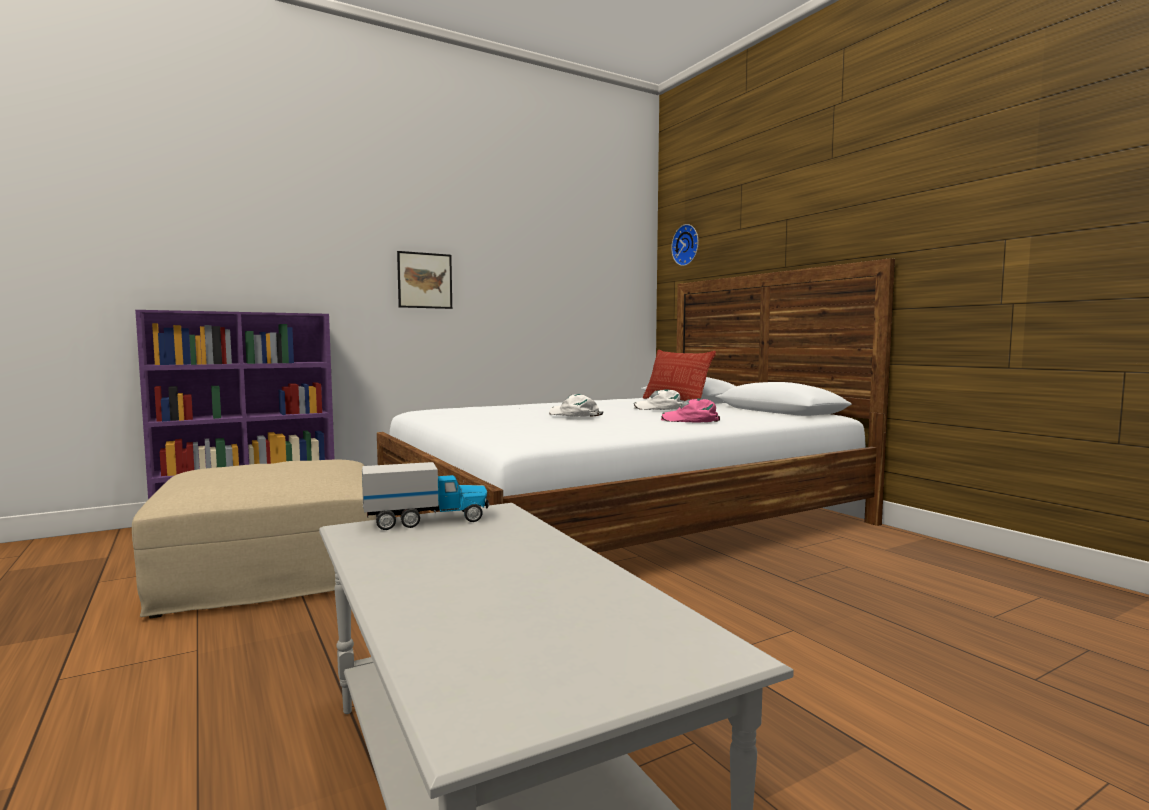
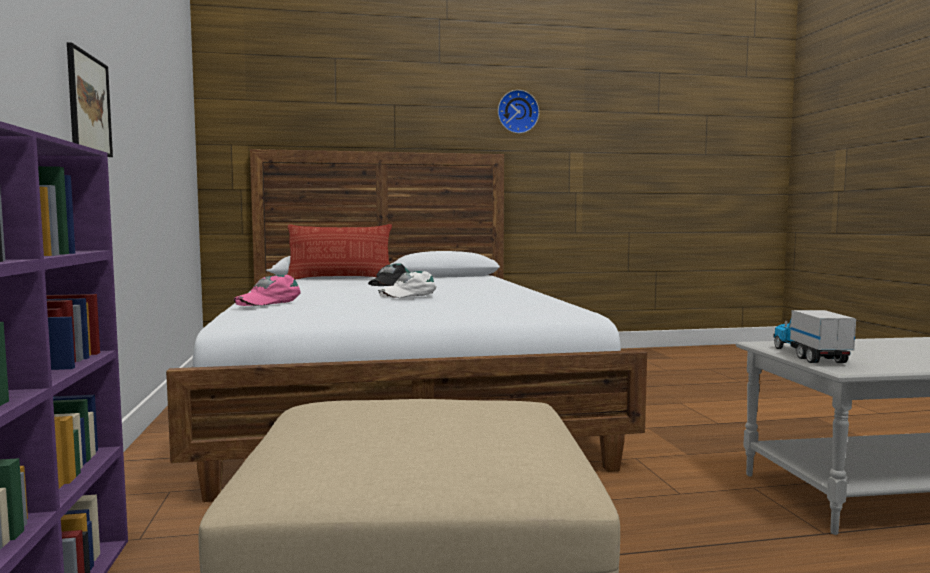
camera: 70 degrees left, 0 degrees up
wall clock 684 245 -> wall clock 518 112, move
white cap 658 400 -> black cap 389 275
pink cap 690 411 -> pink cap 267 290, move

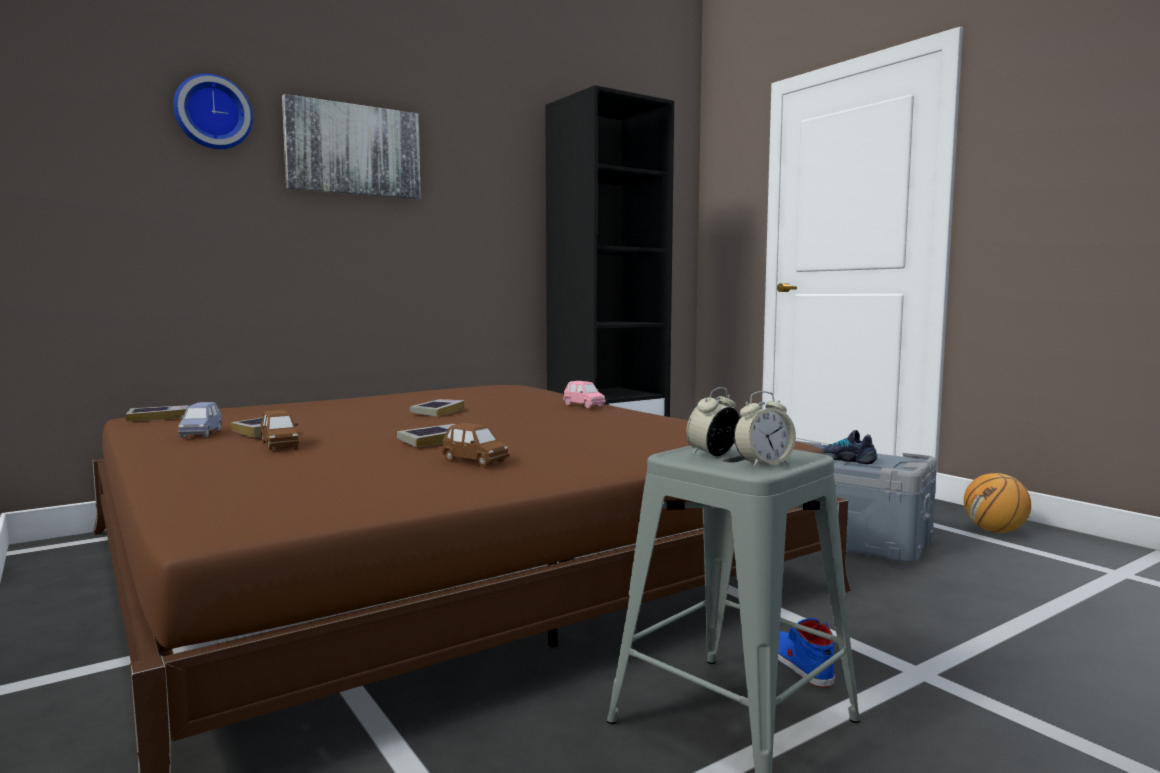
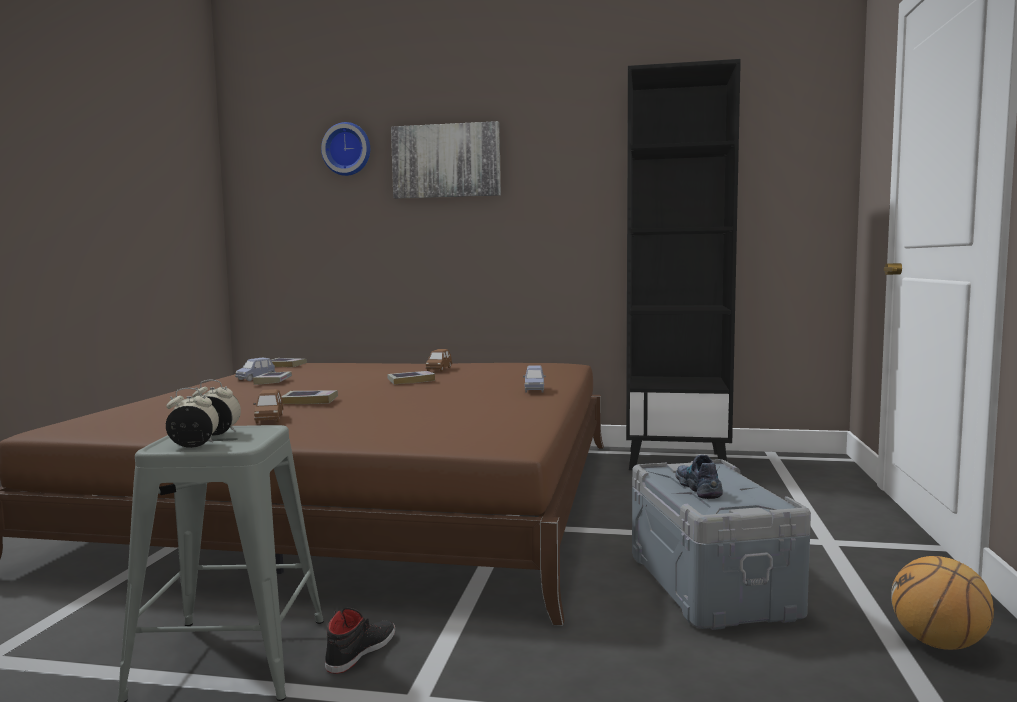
camera: 45 degrees right, 0 degrees up
pink toy car 584 394 -> blue toy car 534 379
alarm clock 765 429 -> alarm clock 192 418, 150 degrees clockwise
brown toy car 280 430 -> brown toy car 439 360, move
blue shoe 806 653 -> black shoe 360 640

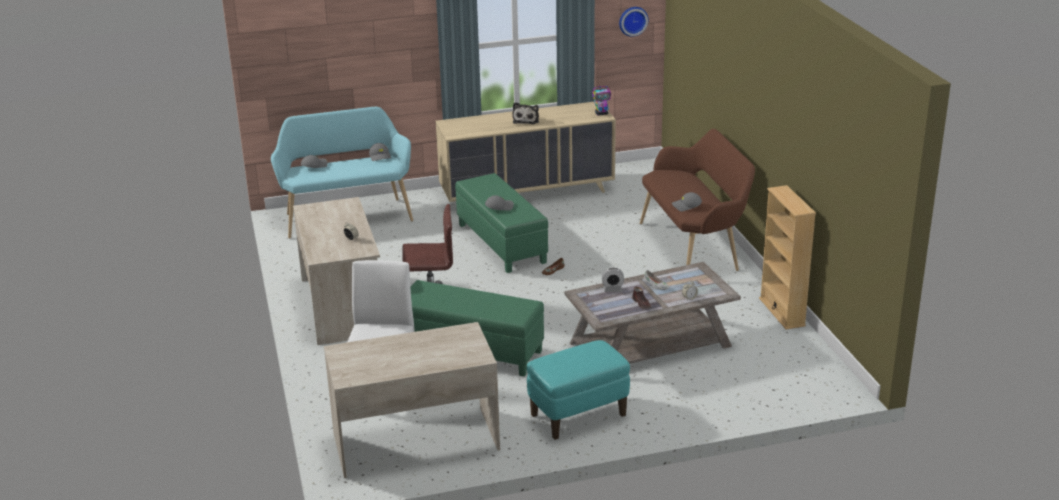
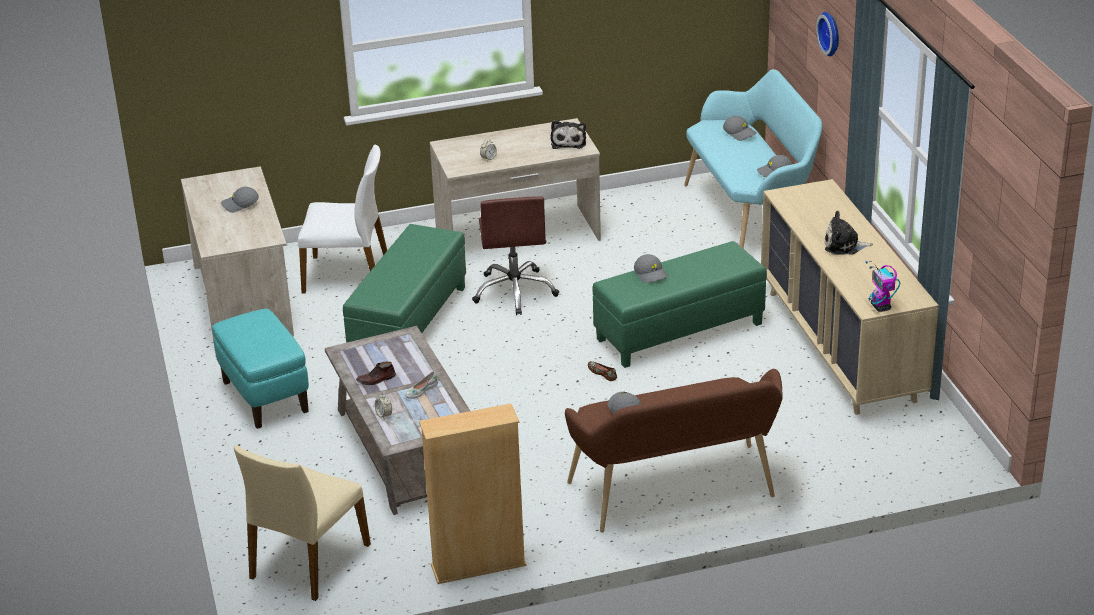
camera: 90 degrees right, 5 degrees up
wall clock 633 22 -> wall clock 827 34, move
alarm clock 613 279 -> none
none -> plush toy 568 134
none -> grey cap 240 200
none -> beige chair 302 523

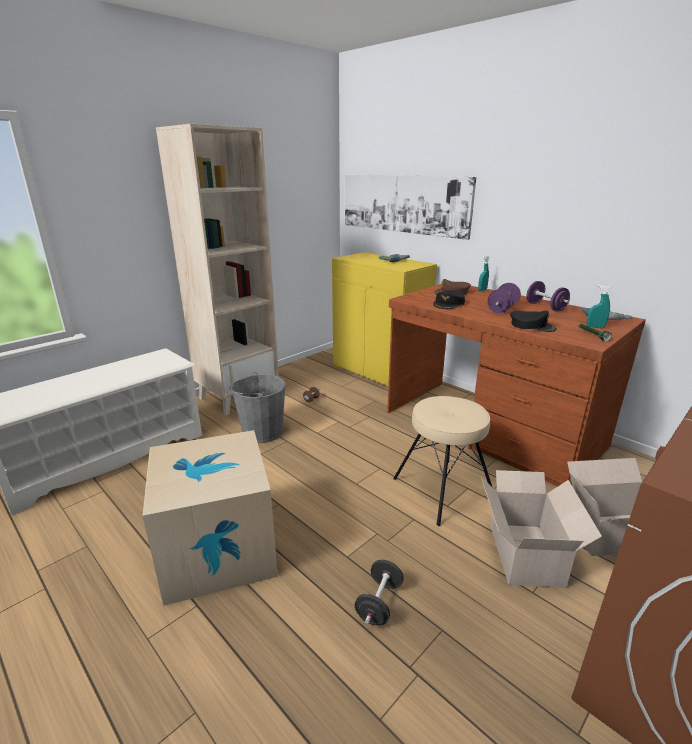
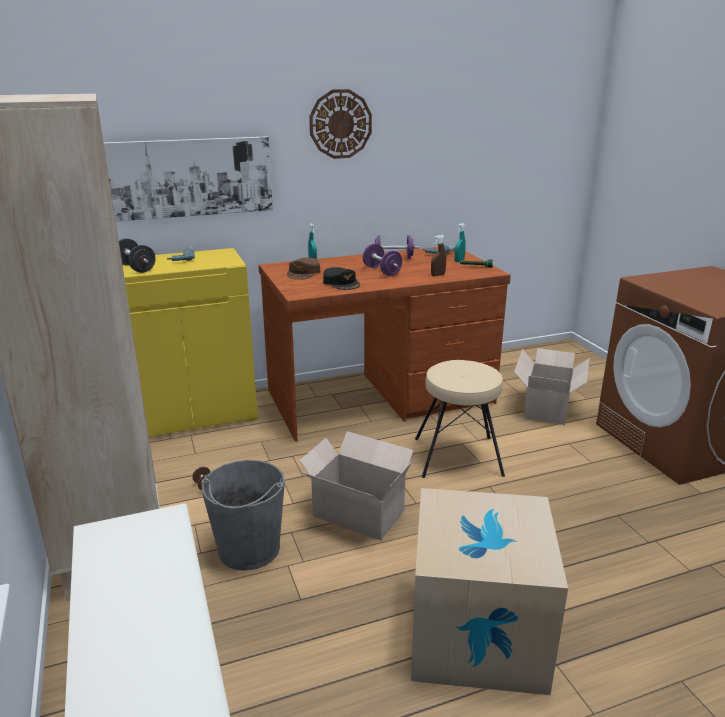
camera: 65 degrees left, 0 degrees up
black cap 533 321 -> brown spray bottle 438 255
cardboard box 541 529 -> cardboard box 356 485, move
black dumbbell 379 592 -> black dumbbell 137 255, move
none -> wall clock 340 124

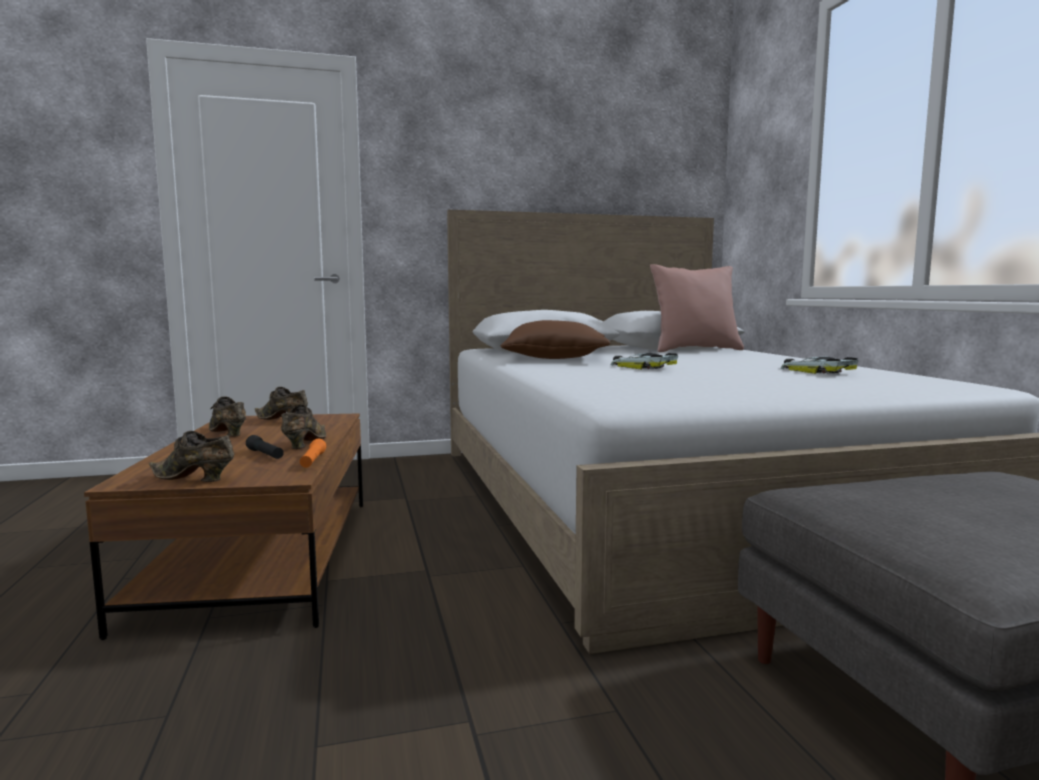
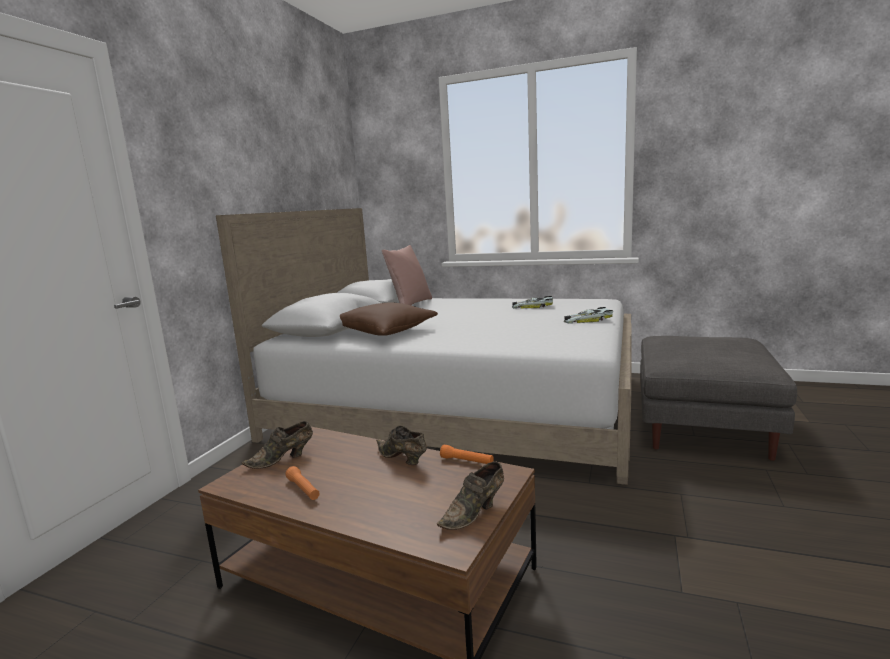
camera: 55 degrees left, 5 degrees up
toy car 644 361 -> toy car 588 315, move
brown shoe 227 416 -> orange flashlight 302 483
black flashlight 265 447 -> none

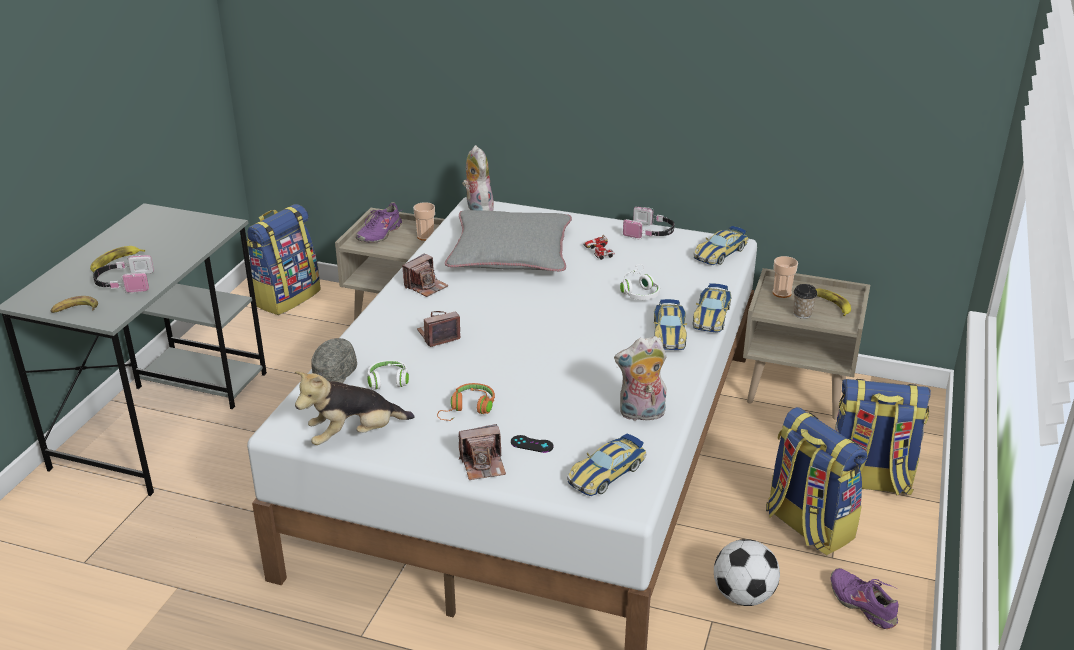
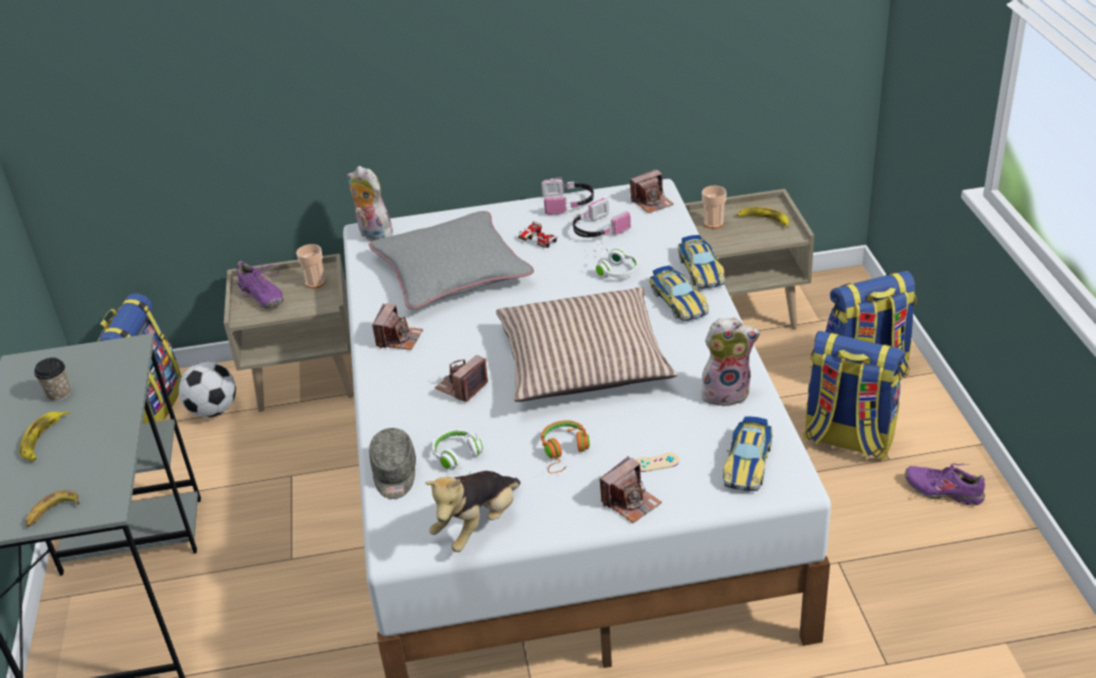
camera: 25 degrees left, 5 degrees up
purple shoe 378 222 -> purple shoe 257 284, 45 degrees counterclockwise
toy car 721 245 -> photo camera 652 191
headphones 123 274 -> headphones 602 217, move
cup 805 301 -> cup 52 380, move
plush toy 640 378 -> plush toy 730 361, 150 degrees counterclockwise
black game controller 532 444 -> beige game controller 658 462
football 747 572 -> football 207 389, move
none -> pillow 586 344

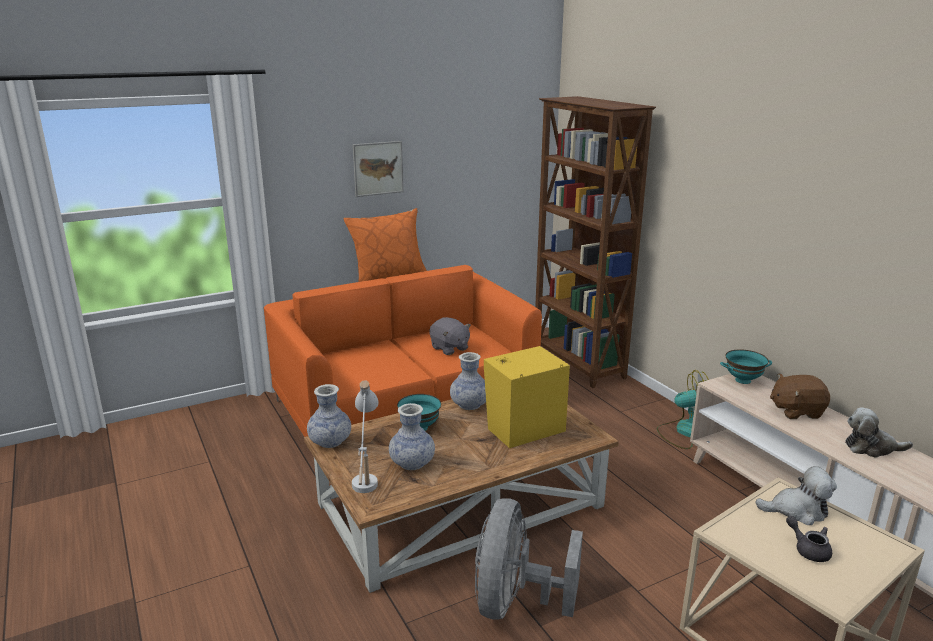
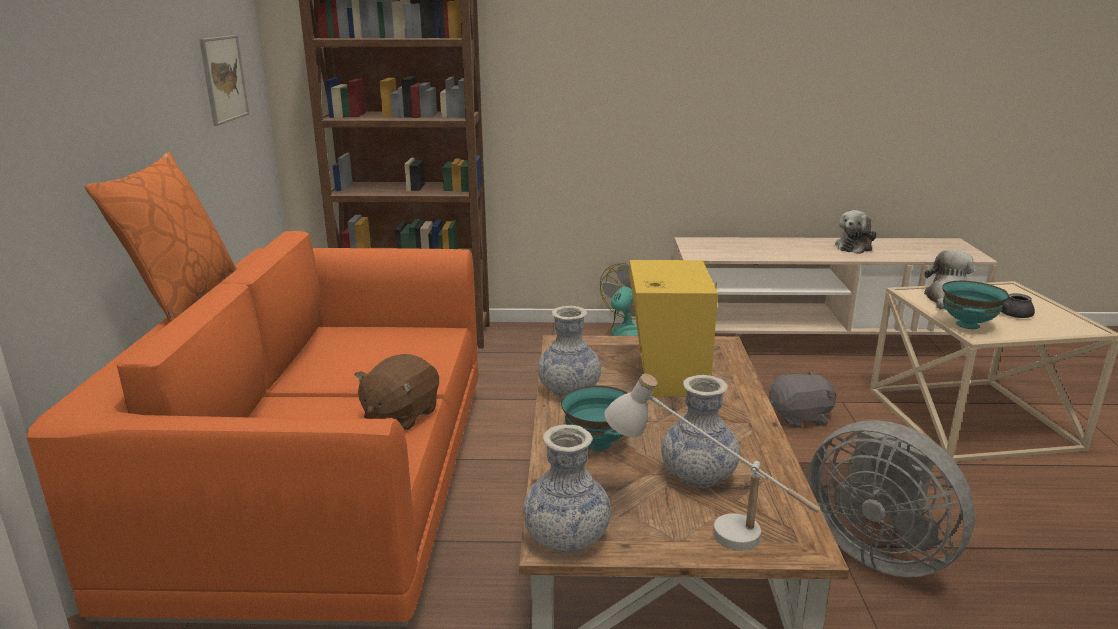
camera: 60 degrees left, 0 degrees up
picture 378 169 -> picture 224 80, move
grey plush toy 450 336 -> grey plush toy 803 399, move
turquoise bowl 746 366 -> turquoise bowl 975 305, move
brown plush toy 800 396 -> brown plush toy 397 392, move

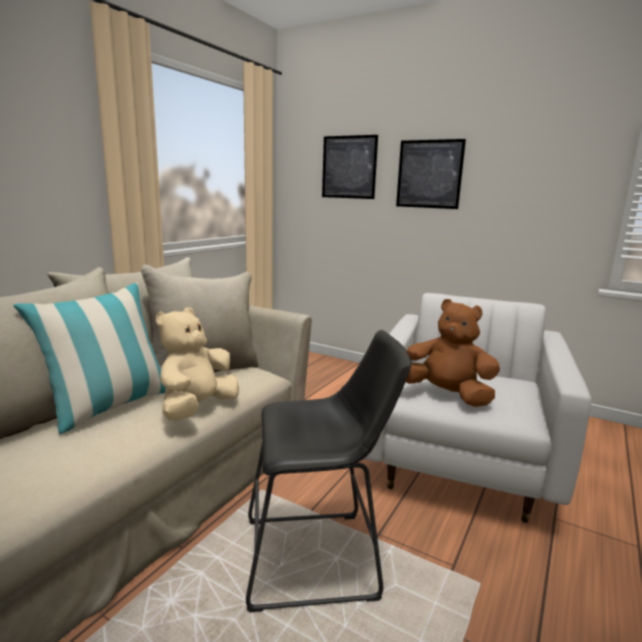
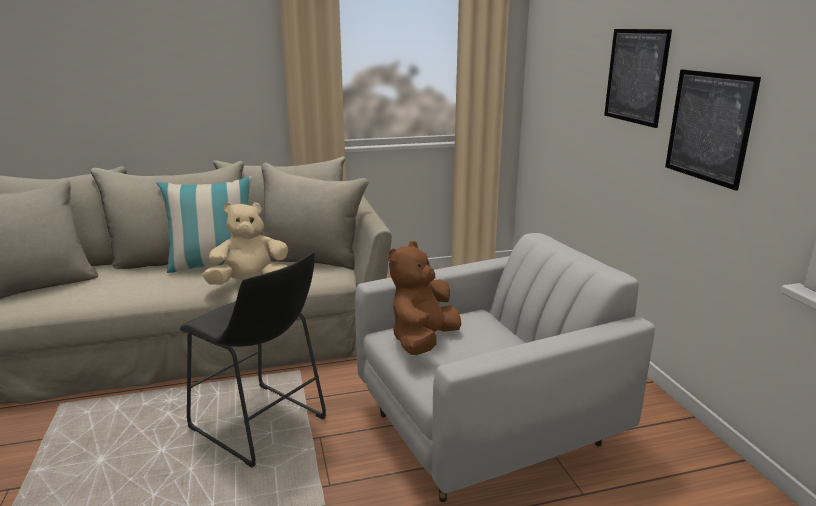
camera: 45 degrees right, 5 degrees up
picture 350 167 -> picture 713 130, move
brown plush toy 453 353 -> brown plush toy 425 298, 135 degrees counterclockwise

